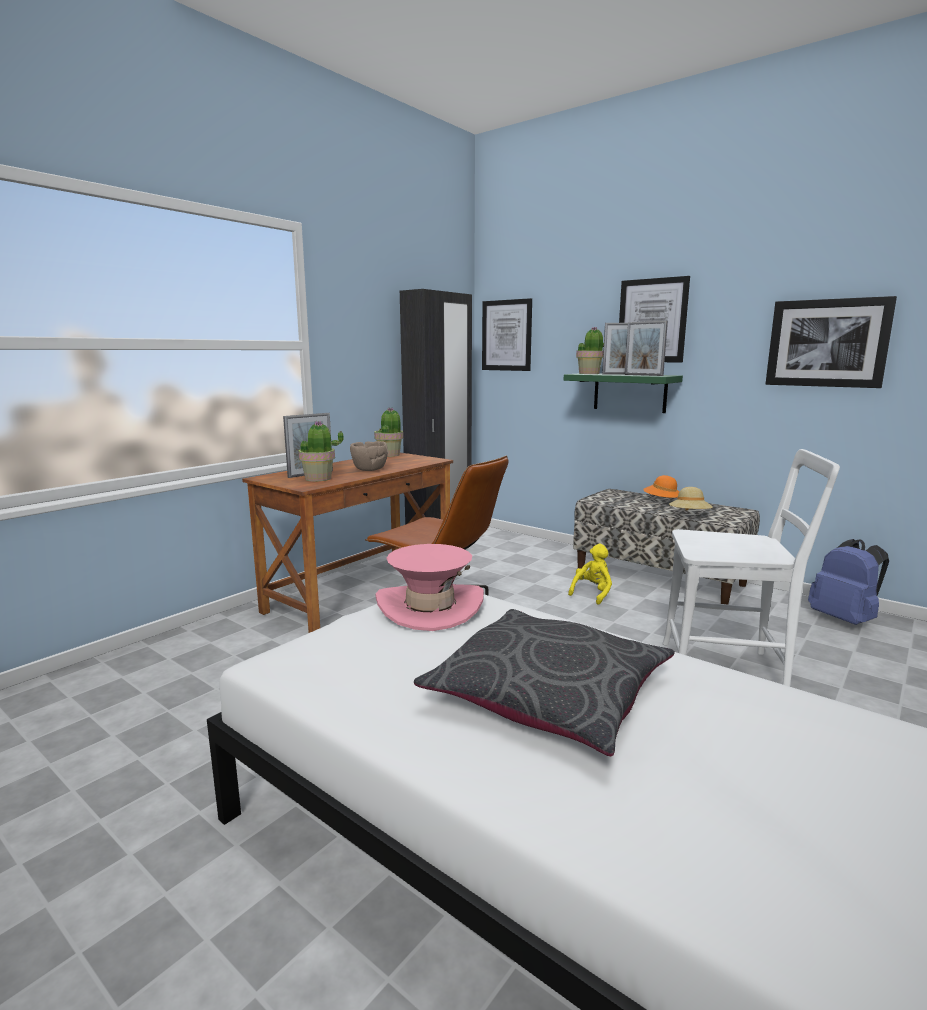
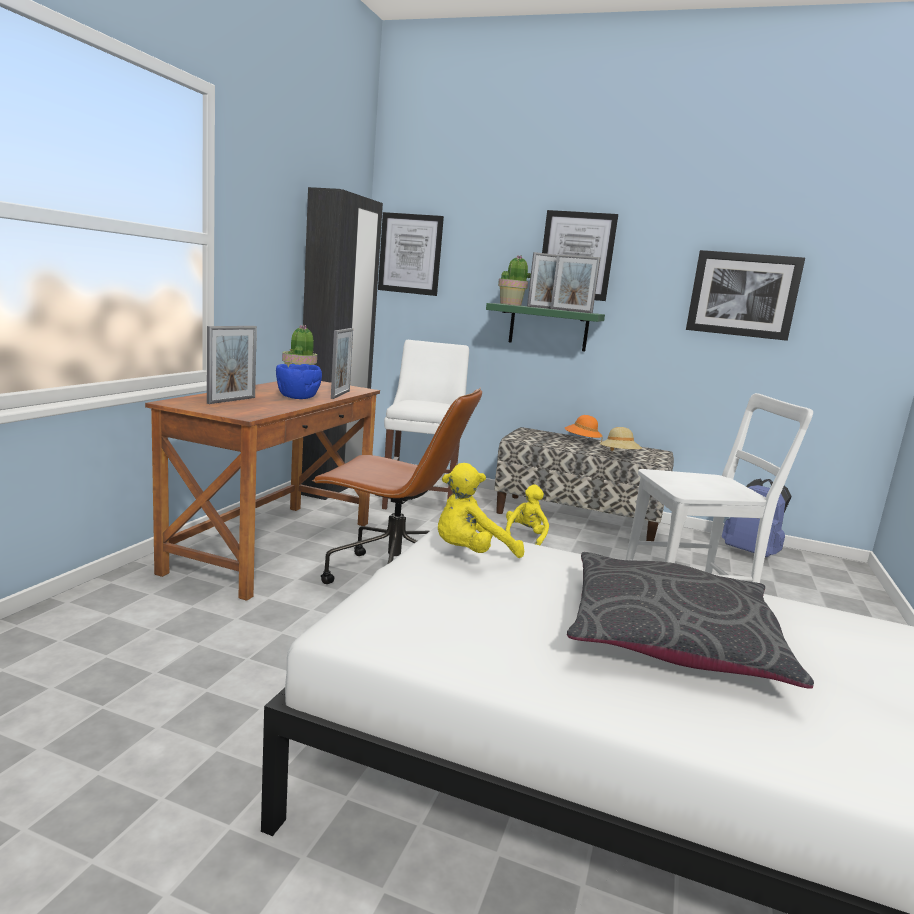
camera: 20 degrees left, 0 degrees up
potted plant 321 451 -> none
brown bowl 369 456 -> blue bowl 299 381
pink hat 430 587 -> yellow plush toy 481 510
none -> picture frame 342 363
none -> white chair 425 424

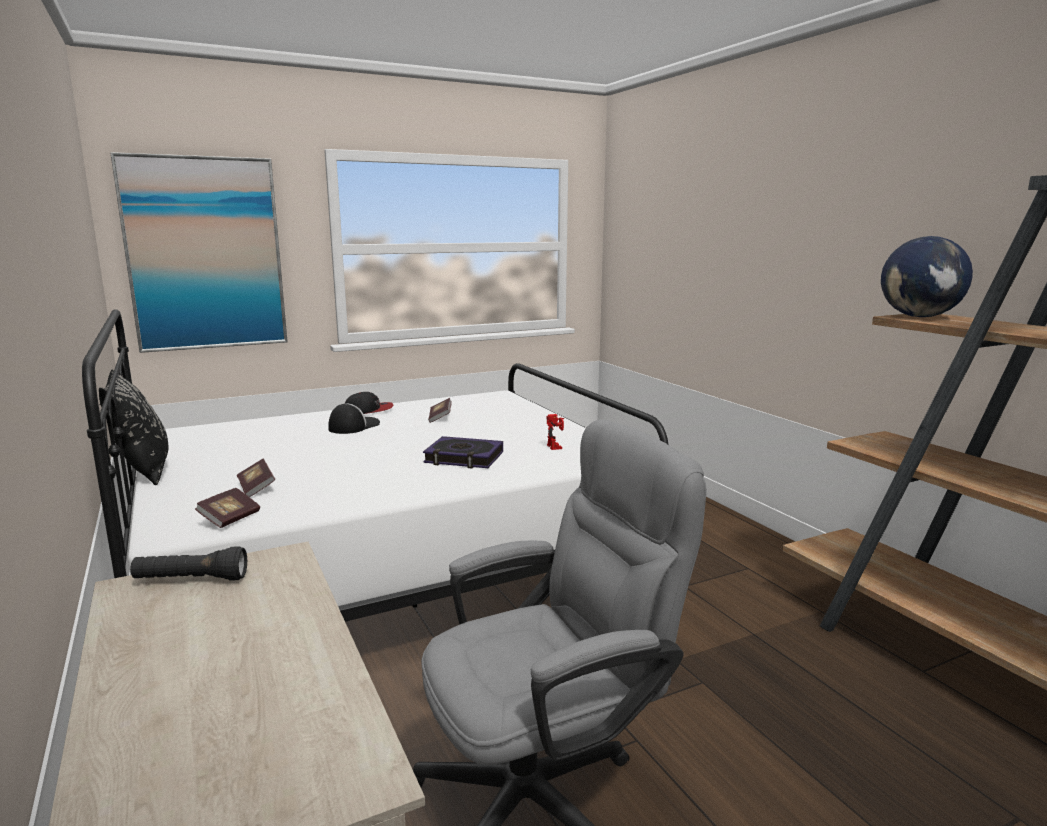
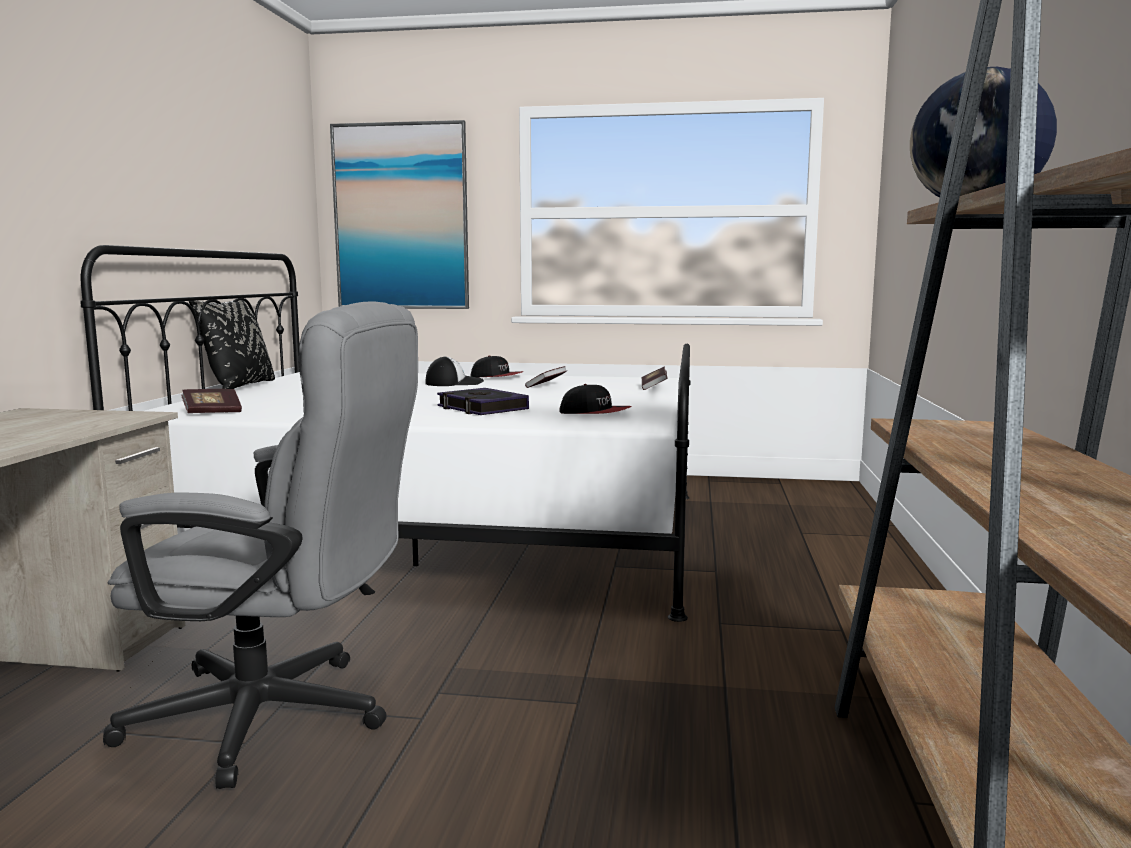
camera: 35 degrees right, 5 degrees down
toy robot 555 432 -> cap 595 399
book 256 478 -> book 654 378, move
black flashlight 188 563 -> none

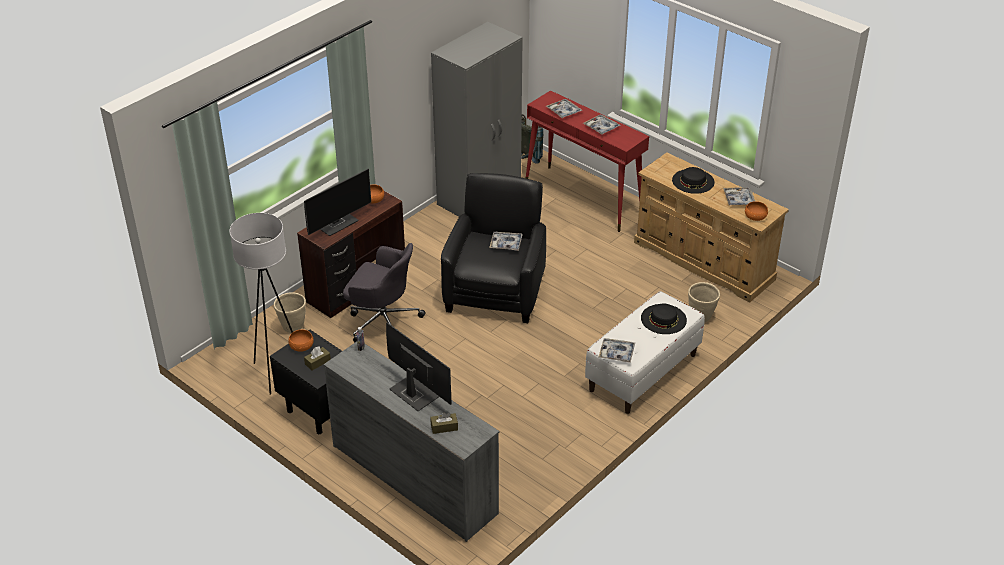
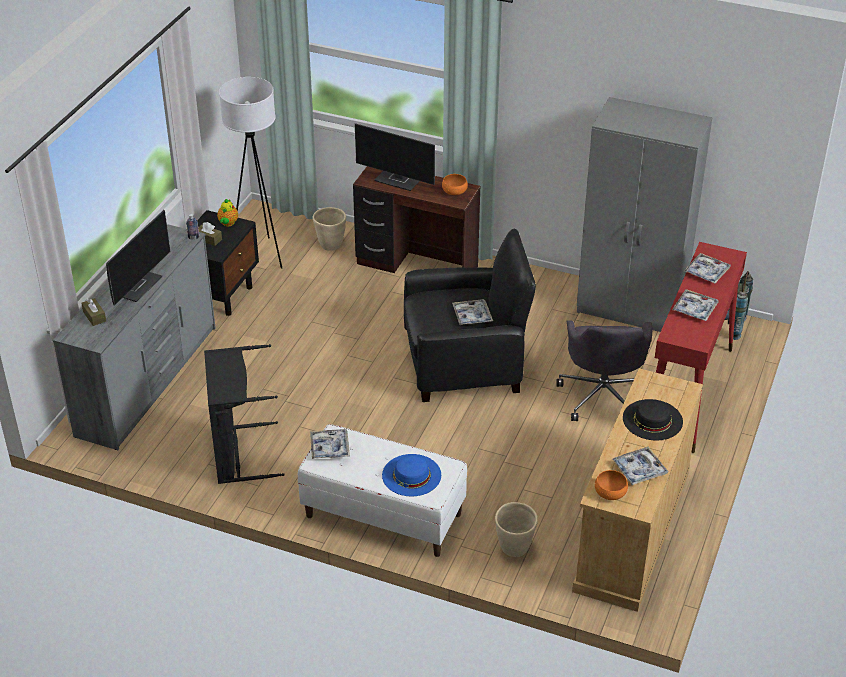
camera: 70 degrees right, 0 degrees up
grey office chair 384 292 -> grey office chair 604 370, move
black hat 664 319 -> blue hat 411 475
orange bowl 301 341 -> teapot 227 213
none -> black laundry basket 244 414

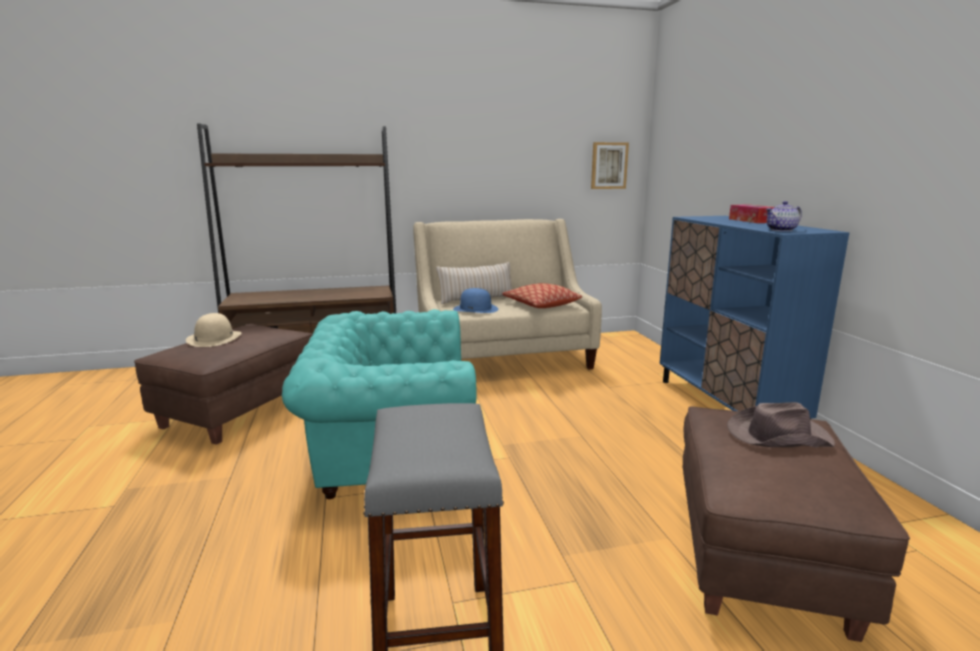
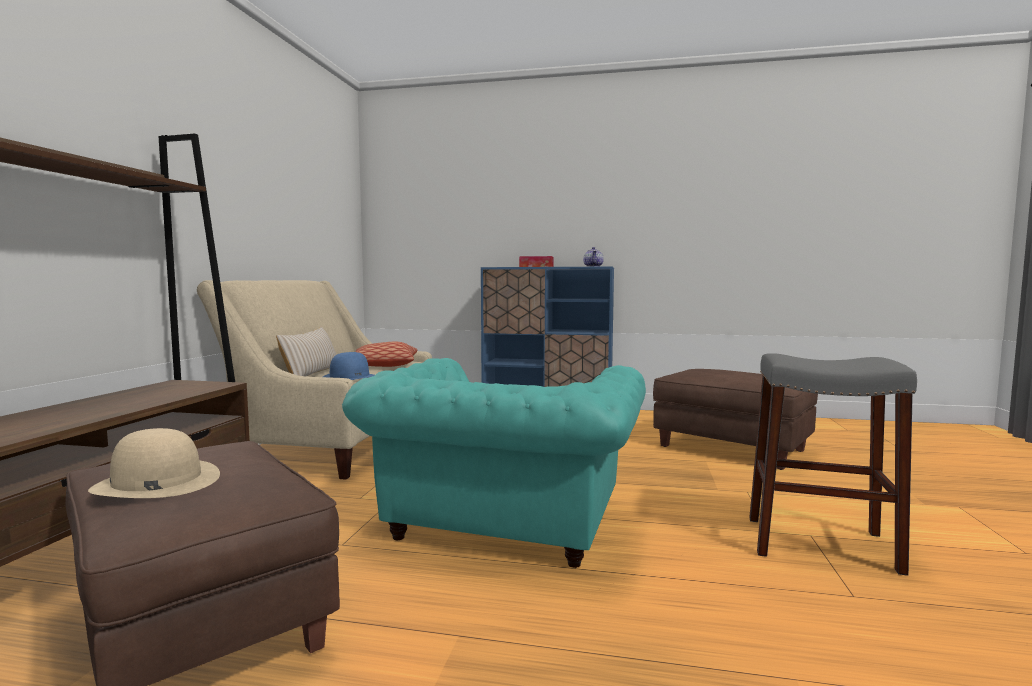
camera: 65 degrees left, 10 degrees down
picture 610 165 -> none
brown hat 781 425 -> none

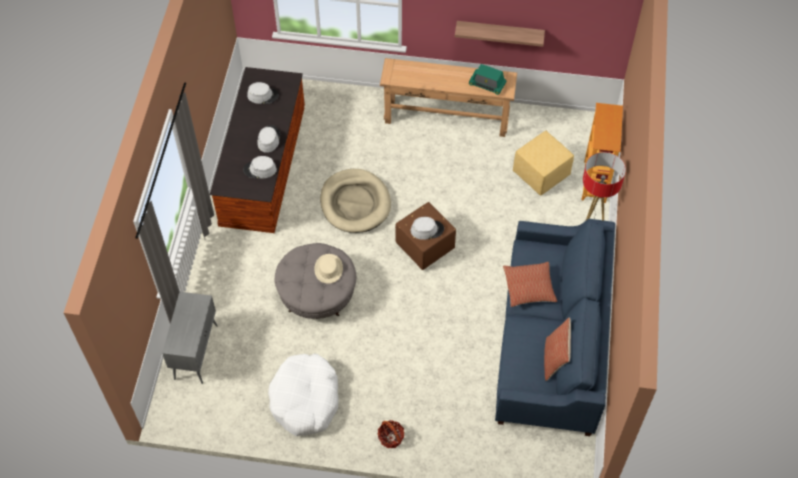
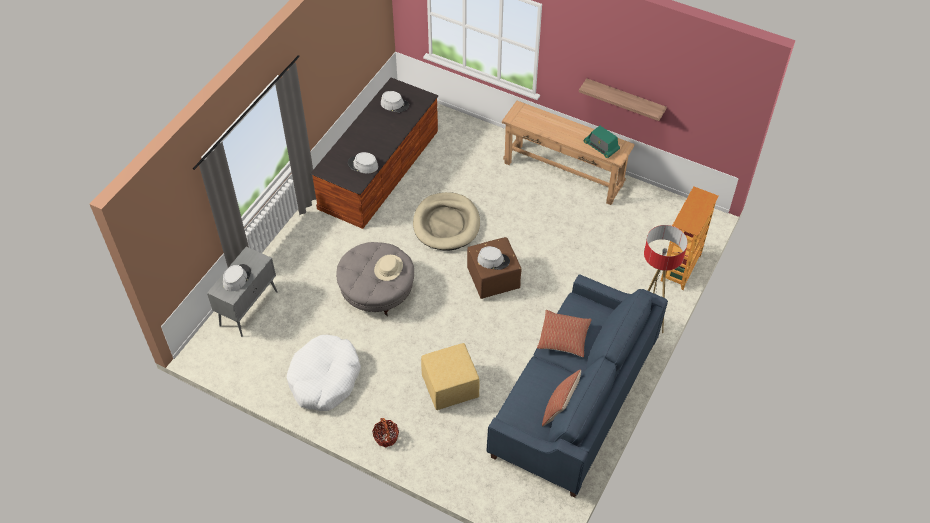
camera: 20 degrees right, 5 degrees down
grey hat 268 139 -> grey hat 237 277, move
yellow ottoman 543 163 -> yellow ottoman 450 376, move

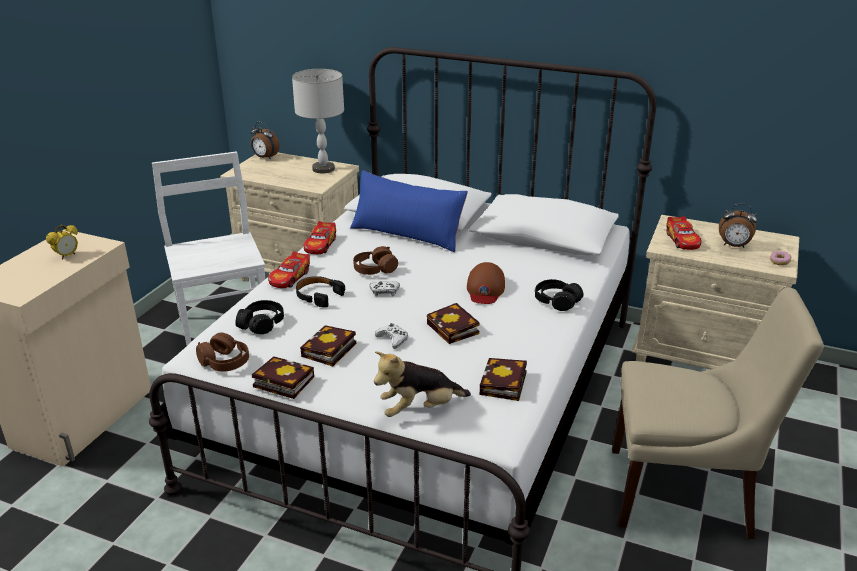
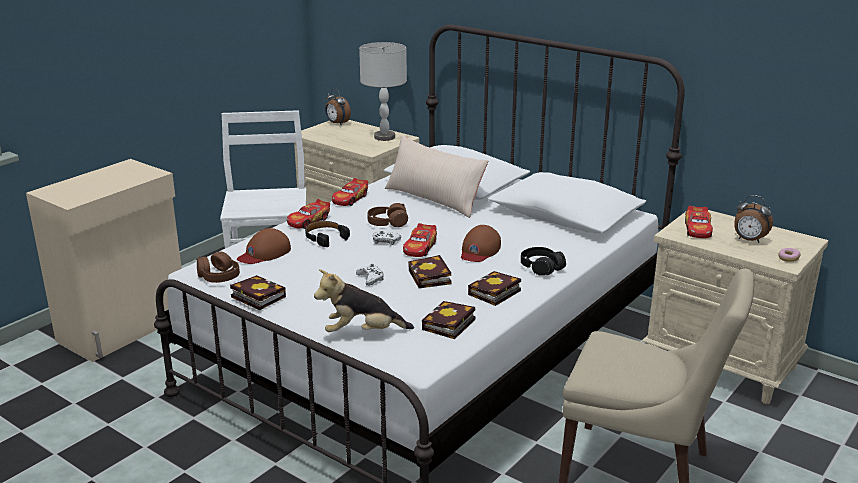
camera: 15 degrees right, 5 degrees down
blue pillow 409 211 -> beige pillow 436 176
alarm clock 62 242 -> none
black headphones 259 317 -> brown cap 264 246
book 328 345 -> book 494 288, move
none -> toy car 420 240

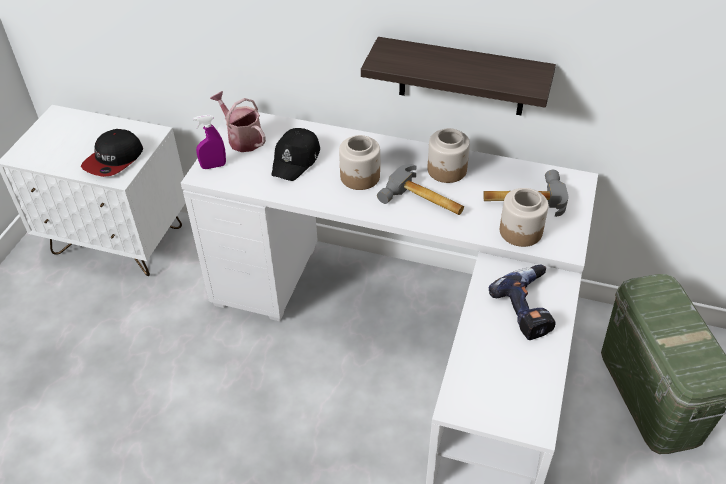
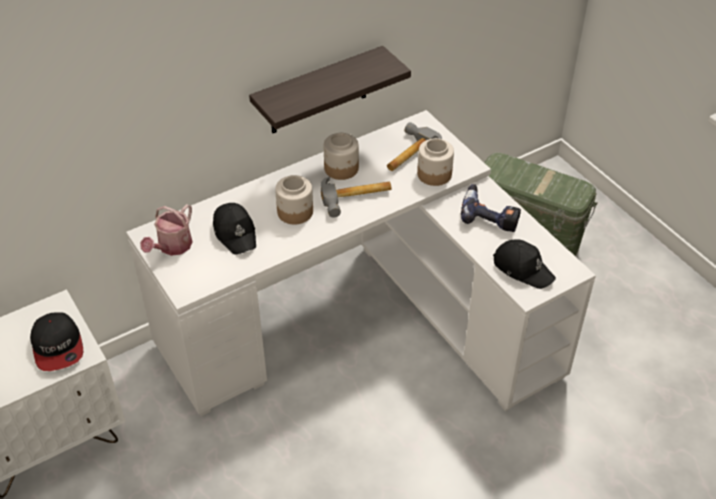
camera: 50 degrees left, 0 degrees up
watering can 238 121 -> watering can 166 230, 60 degrees counterclockwise
purple spray bottle 209 142 -> none
none -> black cap 524 264

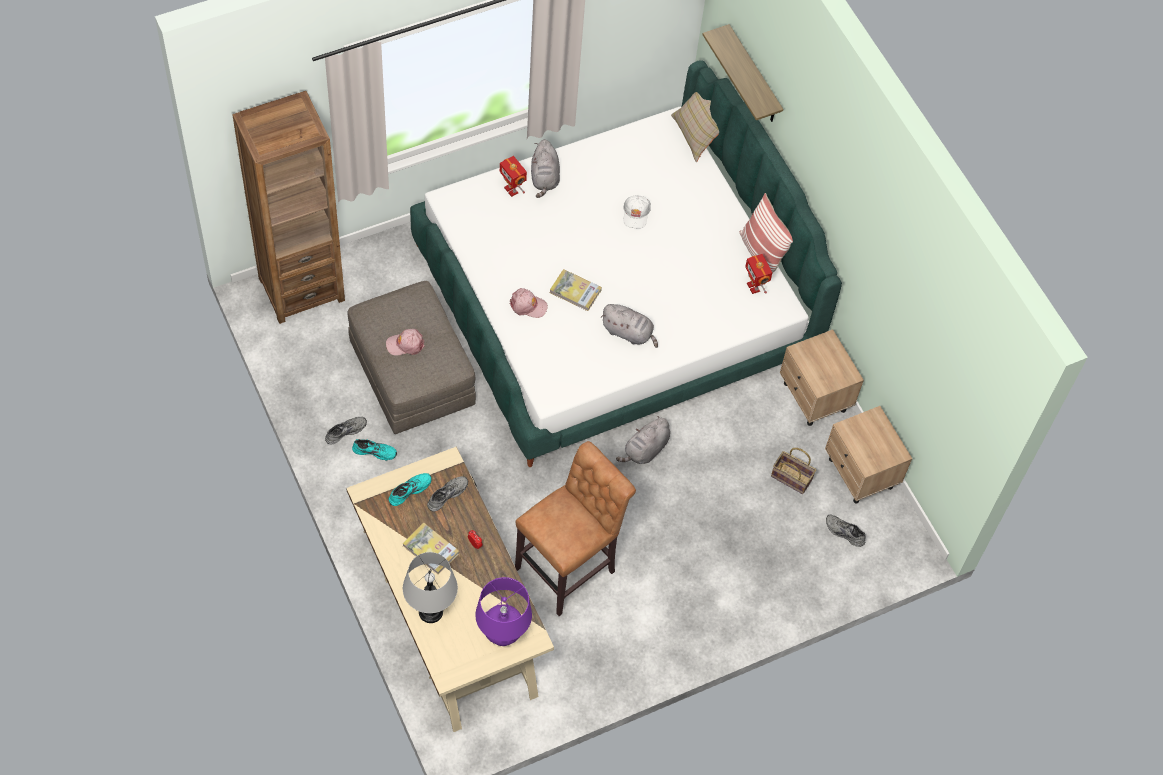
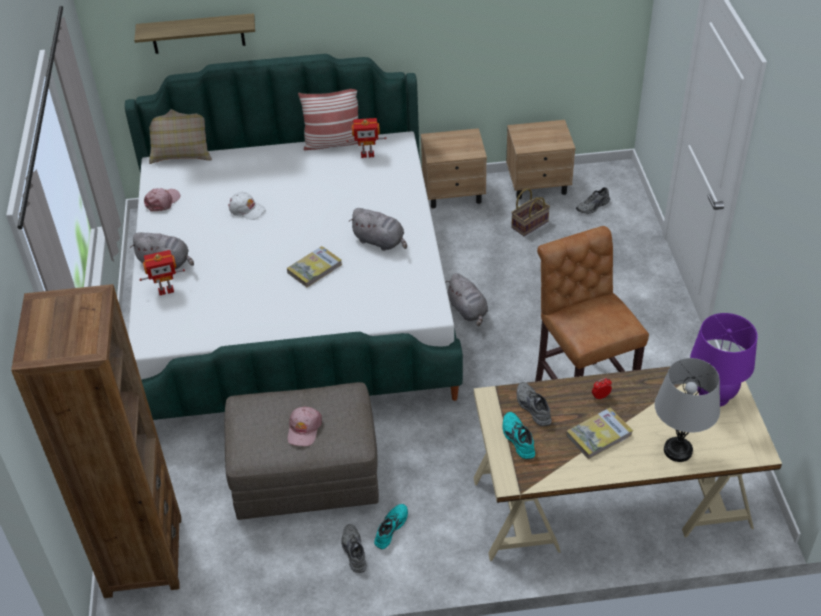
camera: 65 degrees left, 15 degrees down
pink cap 529 303 -> pink cap 162 200, move
grey plush toy 629 326 -> grey plush toy 378 229, 75 degrees clockwise

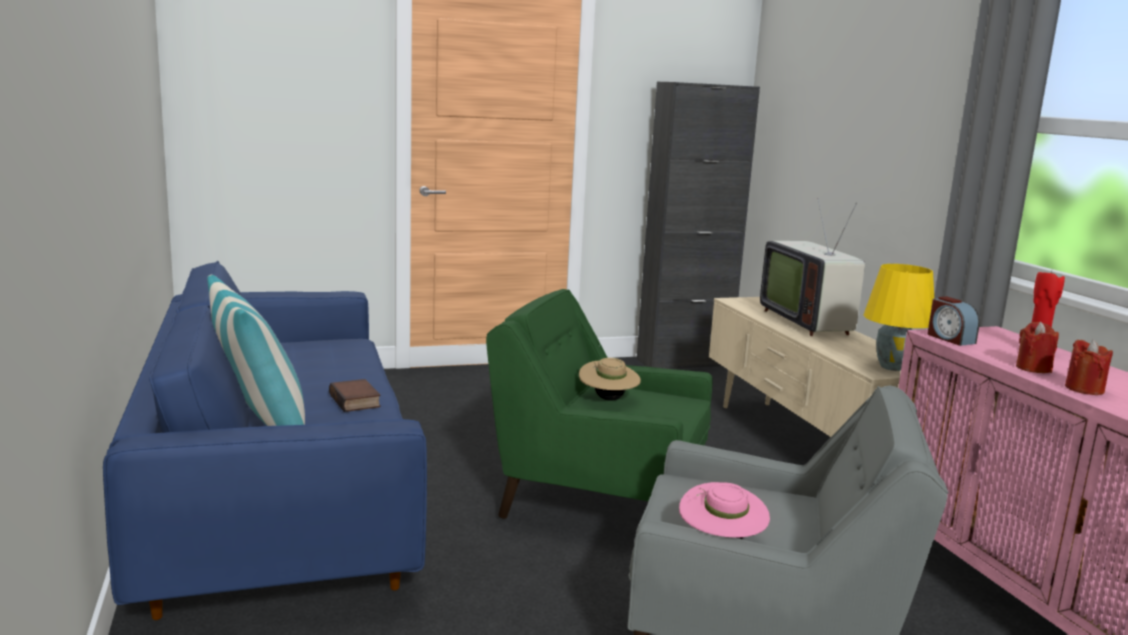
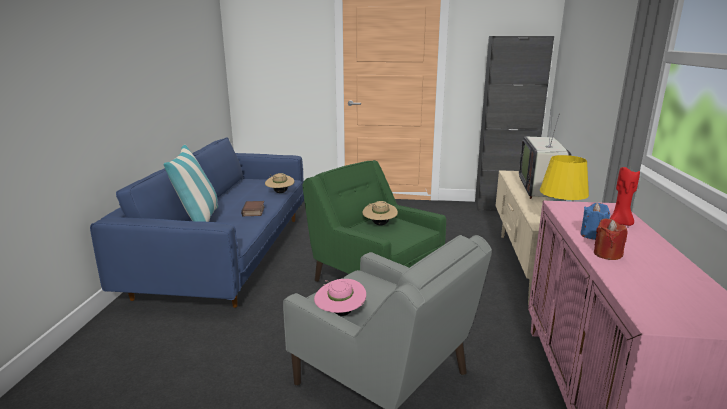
camera: 25 degrees right, 5 degrees up
alarm clock 953 321 -> none
red candle 1037 347 -> blue candle 595 221
none -> beige hat 279 183

